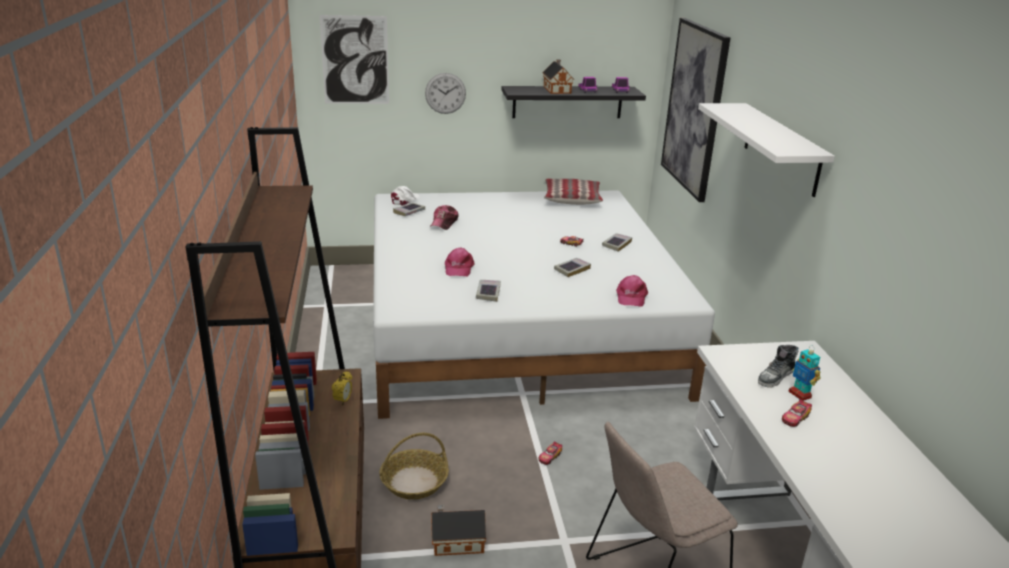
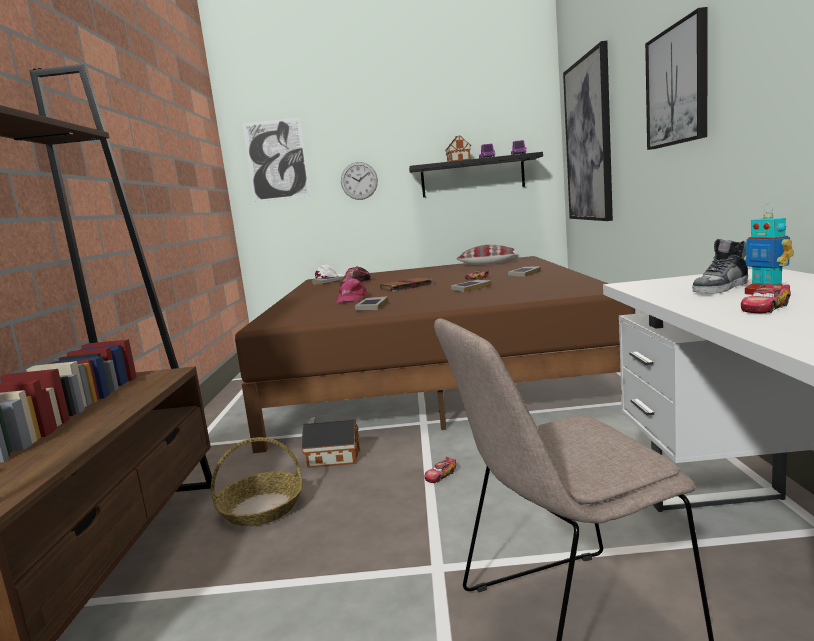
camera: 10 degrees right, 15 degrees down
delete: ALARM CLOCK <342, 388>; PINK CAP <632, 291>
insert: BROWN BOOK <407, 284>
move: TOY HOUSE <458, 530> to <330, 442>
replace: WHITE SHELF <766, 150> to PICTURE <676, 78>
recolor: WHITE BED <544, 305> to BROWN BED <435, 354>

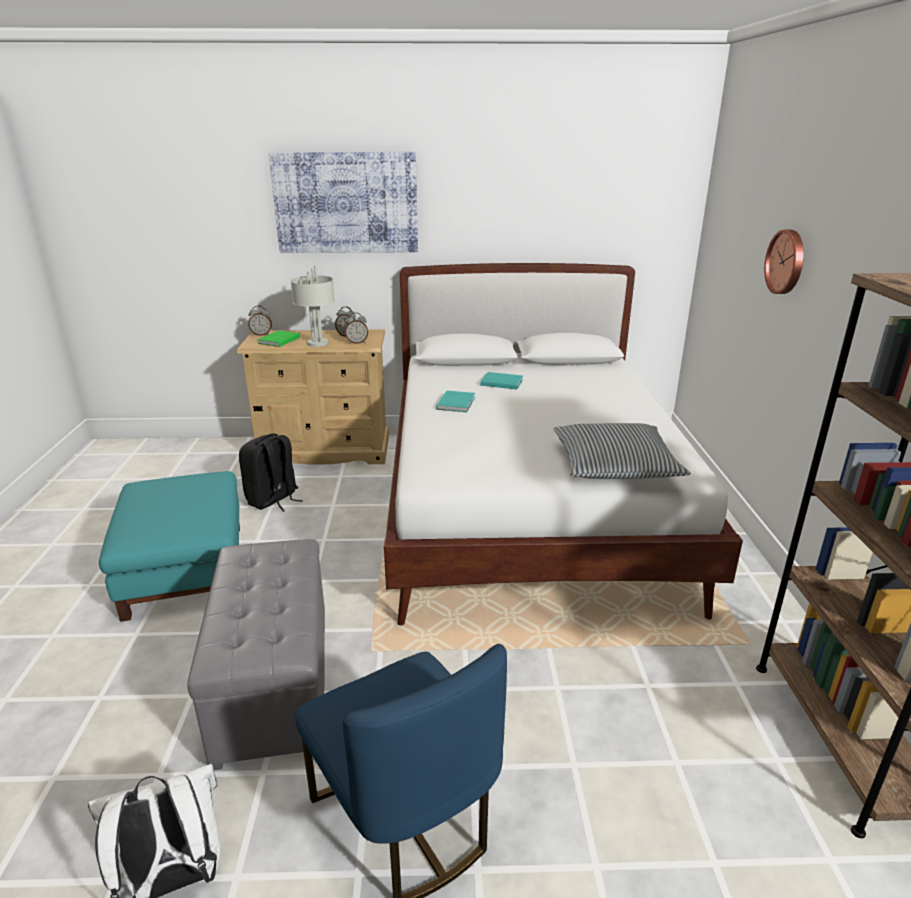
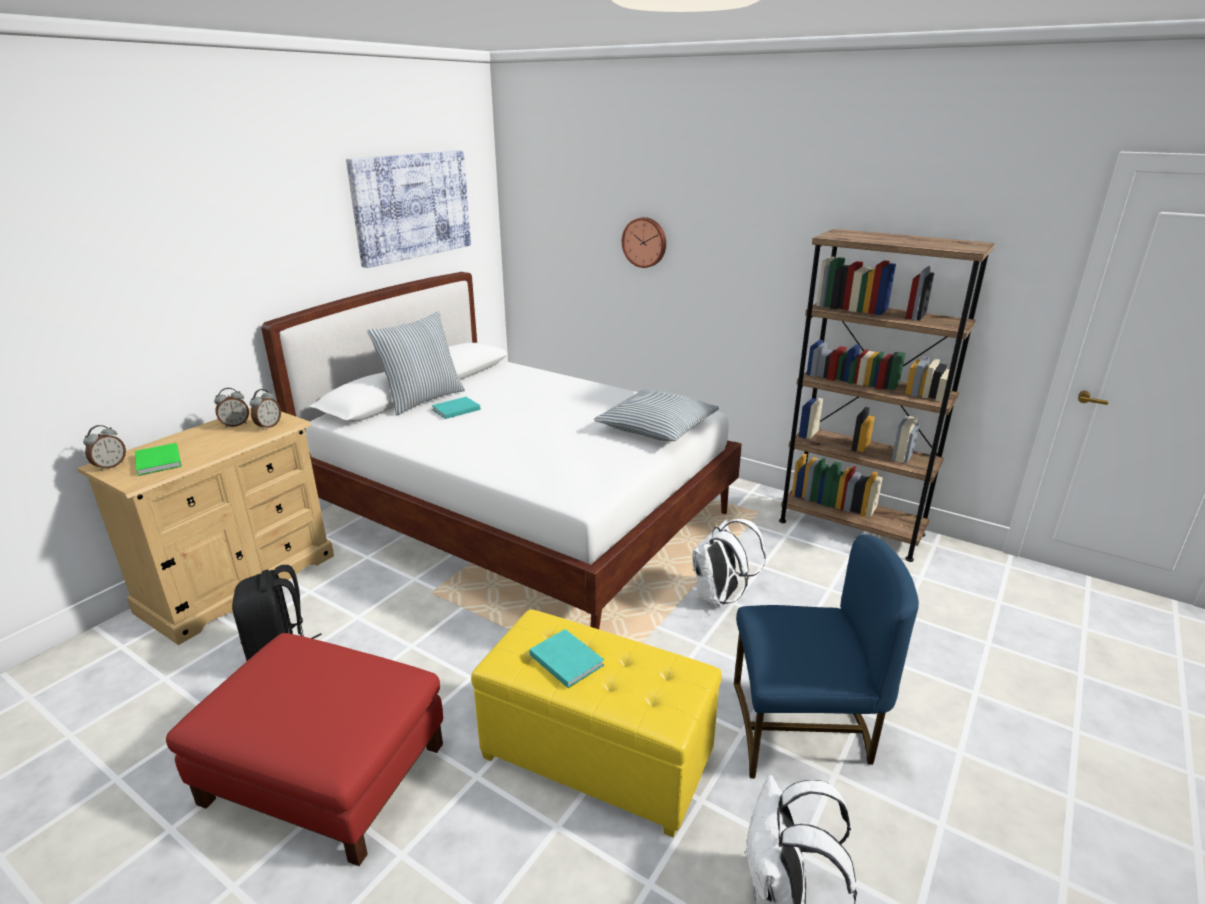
camera: 55 degrees left, 0 degrees up
delete: GREY TABLE LAMP <312, 306>
insert: PILLOW <416, 363>; WHITE BACKPACK <729, 562>
move: PICTURE <343, 202> to <408, 209>; TURQUOISE BOOK <456, 401> to <566, 658>
recolor: TURQUOISE OTTOMAN <169, 546> to RED OTTOMAN <304, 749>; GREY OTTOMAN <256, 654> to YELLOW OTTOMAN <596, 723>

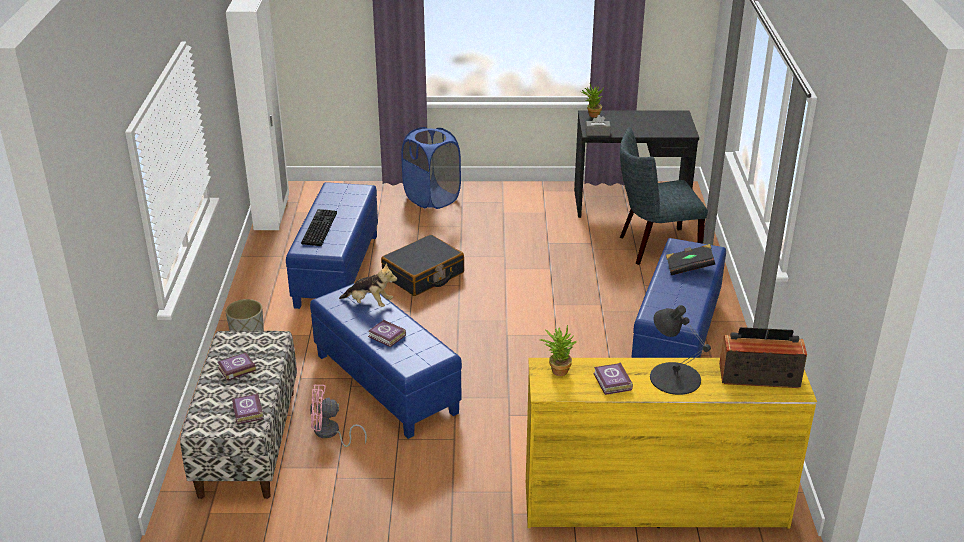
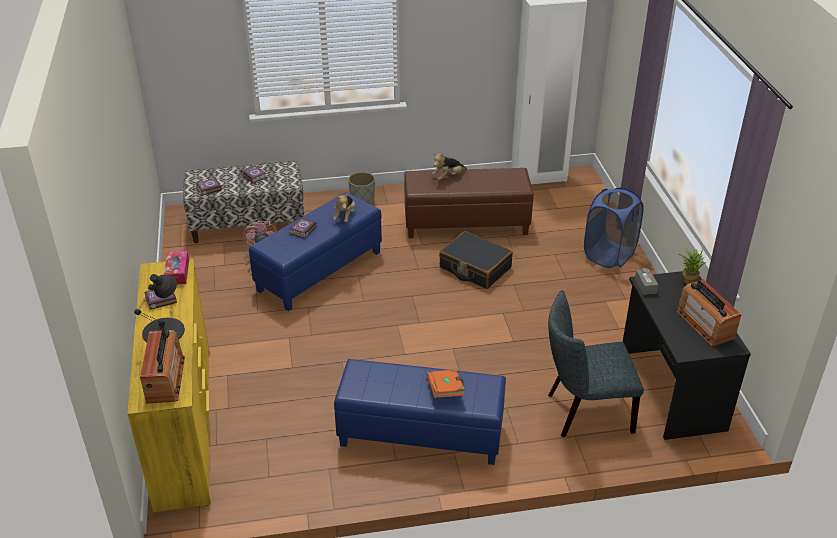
camera: 80 degrees right, 5 degrees up
insert: RADIO <709, 313>
replace: POTTED PLANT <558, 350> to TISSUE BOX <176, 267>; KEYBOARD <319, 227> to PLUSH TOY <449, 166>
recolor: BLUE OTTOMAN <332, 245> to BROWN OTTOMAN <469, 203>; BLACK BOOK <690, 259> to ORANGE BOOK <445, 383>
rotate: GREY CHAIR <664, 196> = <596, 364> 75 degrees counterclockwise

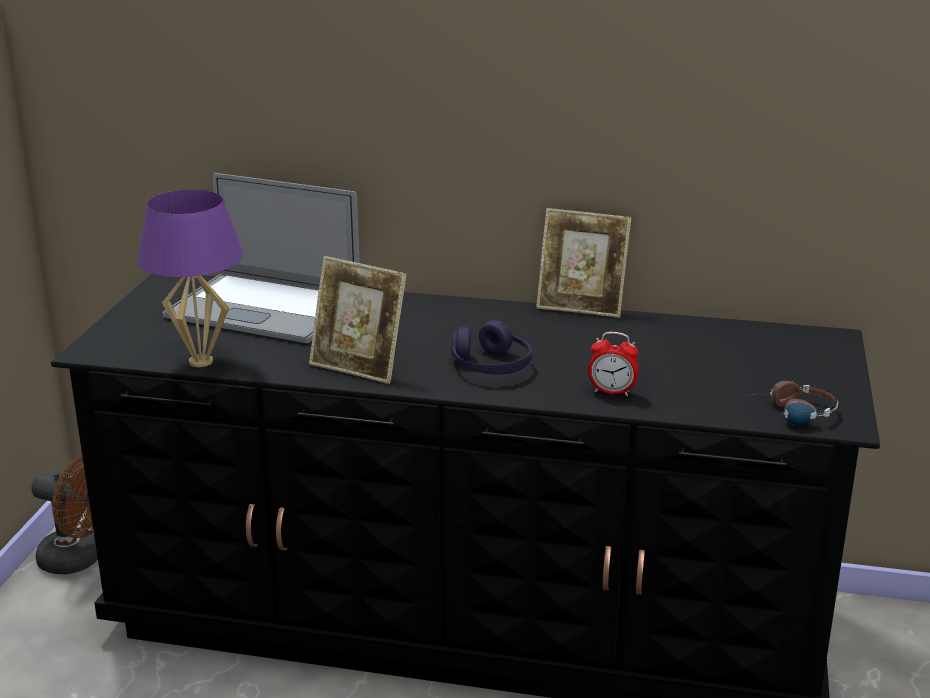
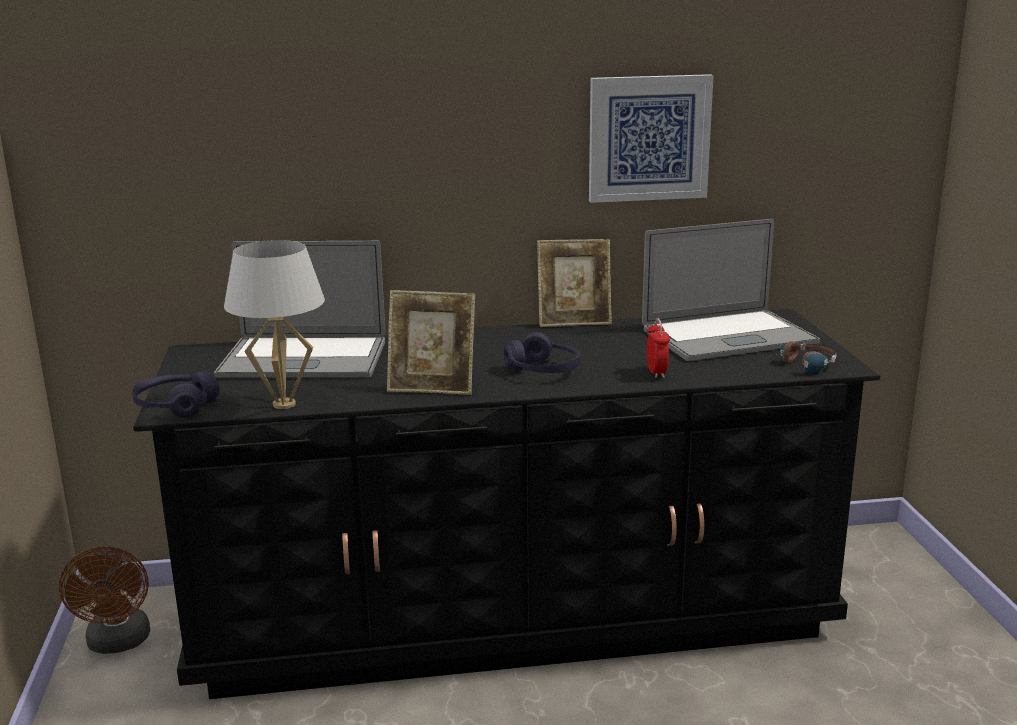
camera: 20 degrees left, 5 degrees down
insert: PURPLE HEADPHONES <175, 394>; PICTURE <651, 138>; LAPTOP <731, 290>
recolor: PURPLE TABLE LAMP <190, 278> to WHITE TABLE LAMP <274, 324>
rotate: BROWN FAN <64, 515> = <104, 600> 75 degrees clockwise; ALARM CLOCK <613, 364> = <658, 348> 90 degrees counterclockwise

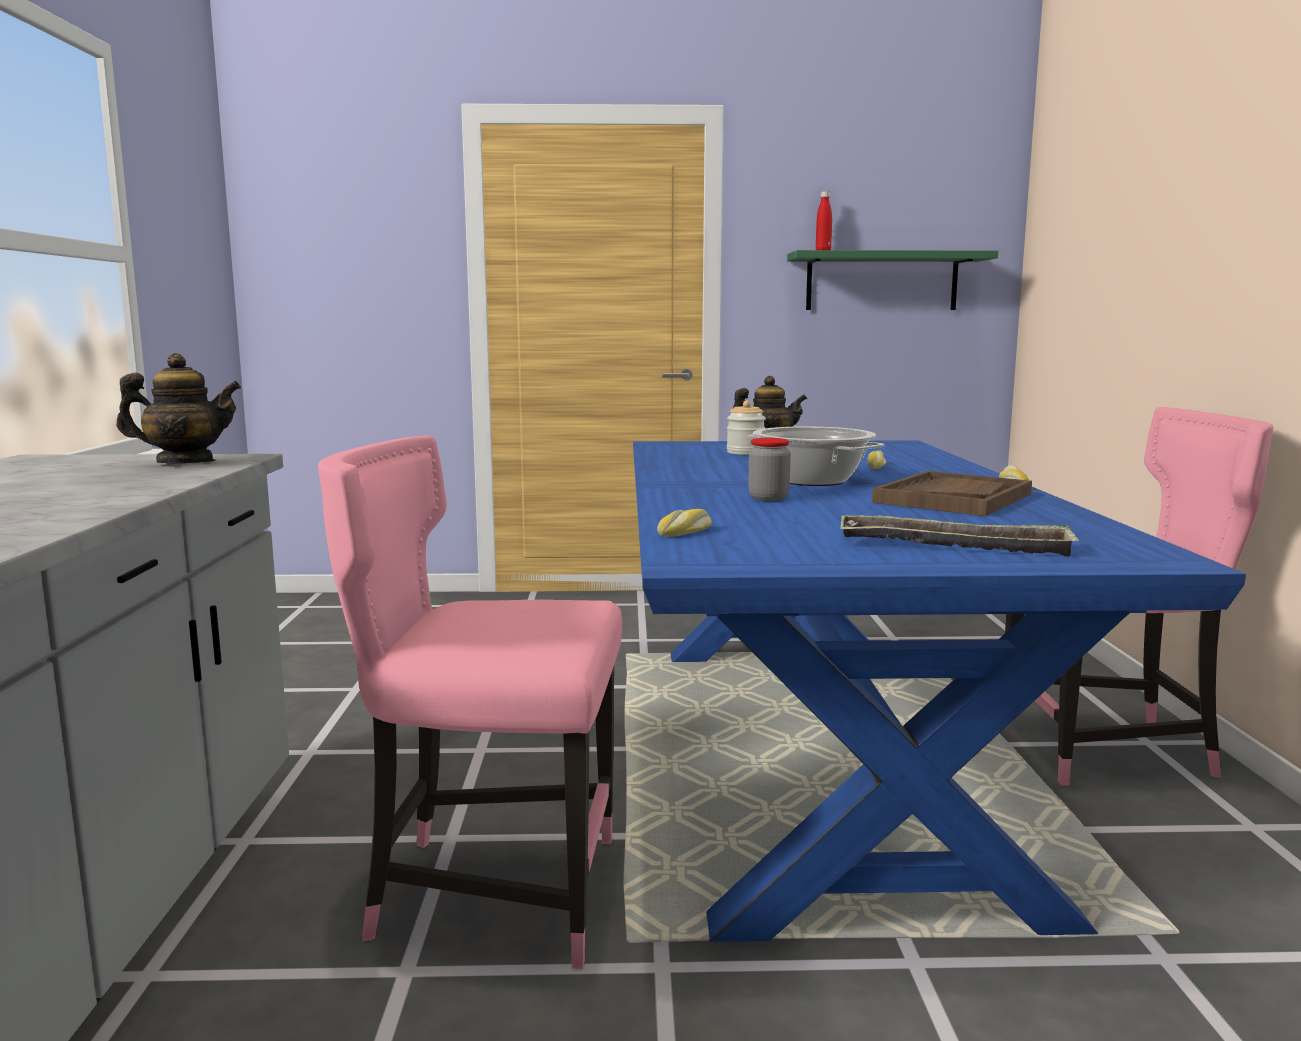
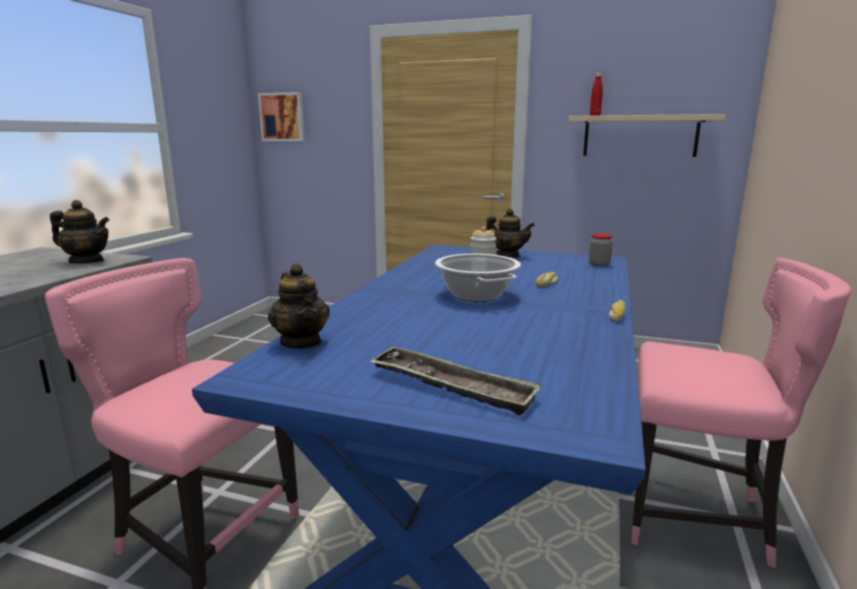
camera: 20 degrees right, 5 degrees up
delete: BROWN TRAY <952, 493>
insert: PICTURE <281, 116>
move: JAR <769, 469> to <601, 249>
replace: BREAD <684, 523> to TEAPOT <299, 306>
recolor: GREEN SHELF <892, 280> to BEIGE SHELF <647, 135>

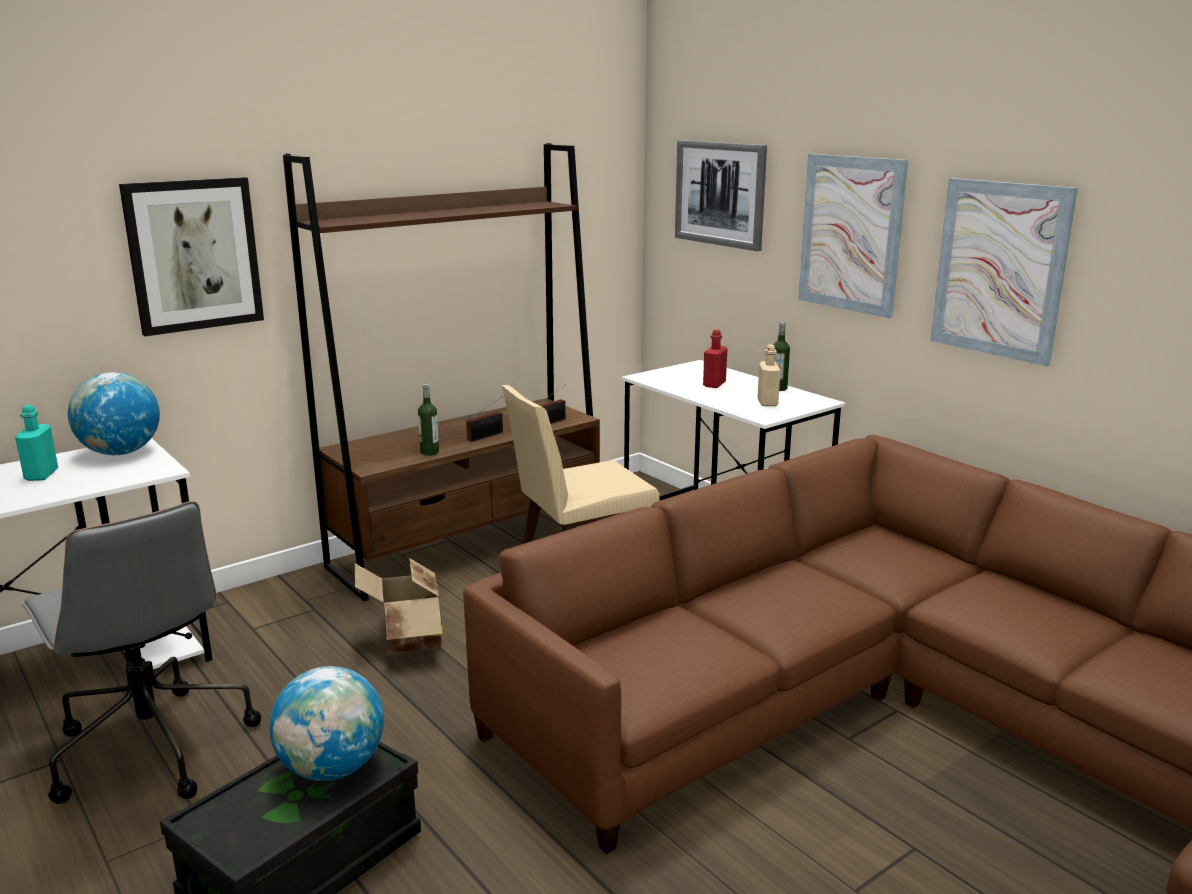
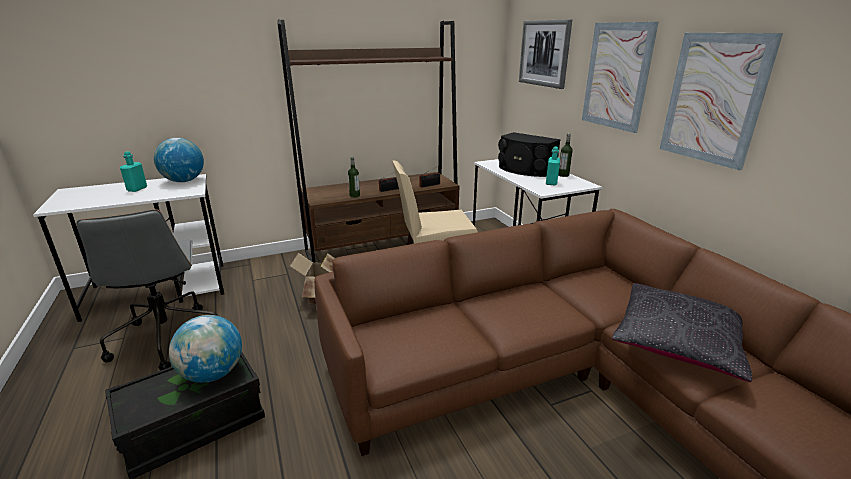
camera: 15 degrees right, 5 degrees up
delete: PICTURE <191, 256>
insert: BLACK PILLOW <682, 332>
replace: RED BOTTLE <715, 359> to BLACK SPEAKER <529, 154>
recolor: BEIGE BOTTLE <769, 375> to TURQUOISE BOTTLE <553, 166>

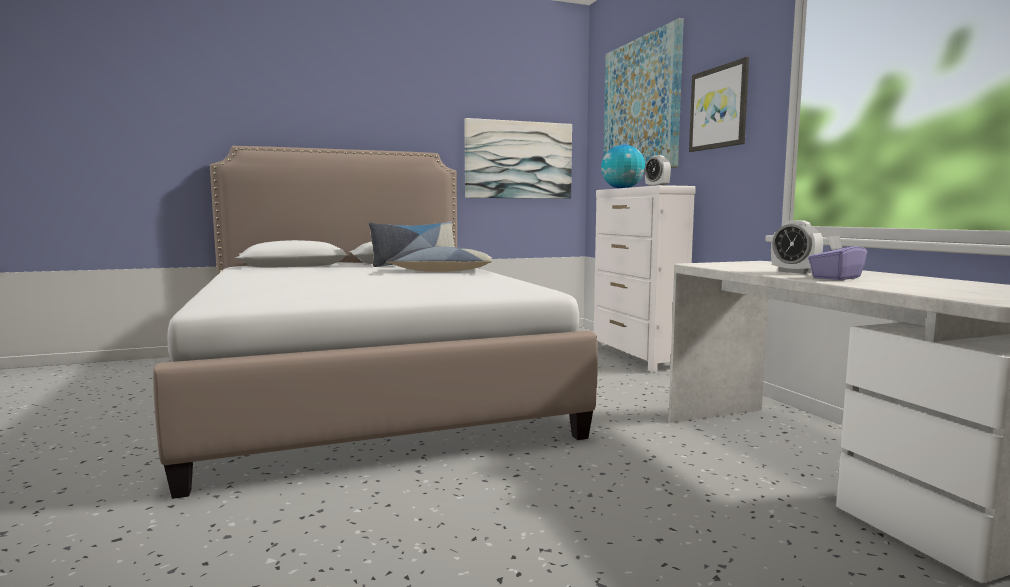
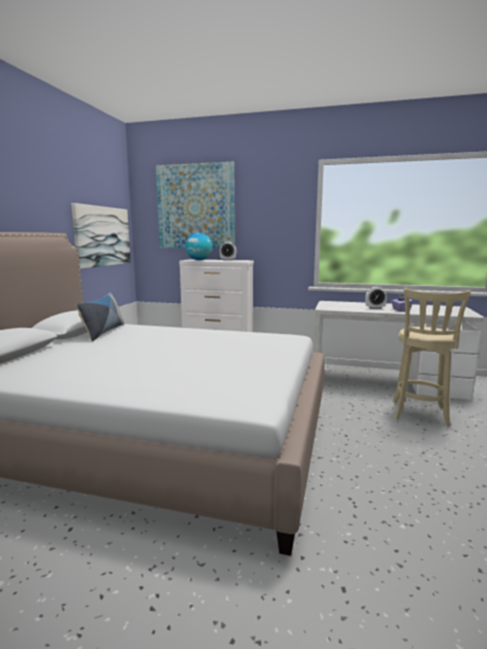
camera: 55 degrees left, 5 degrees up
delete: PILLOW <439, 259>; PICTURE <719, 104>
insert: BEIGE STOOL <431, 357>

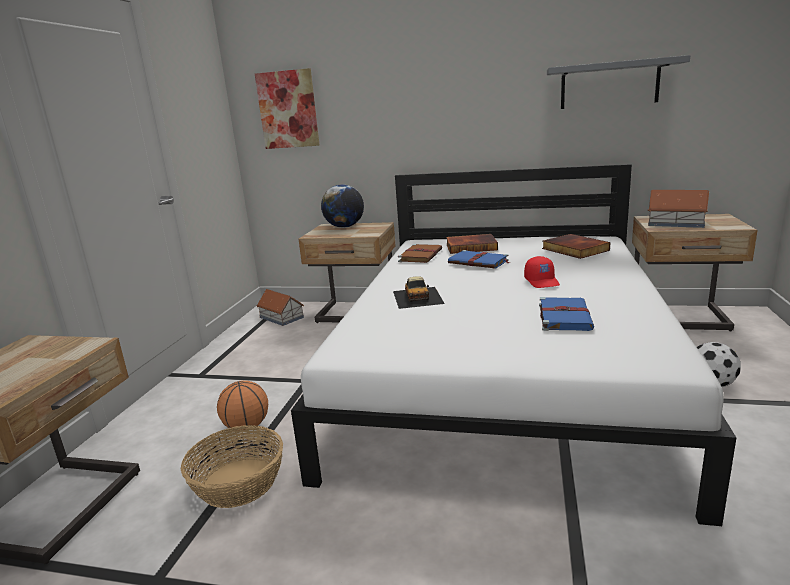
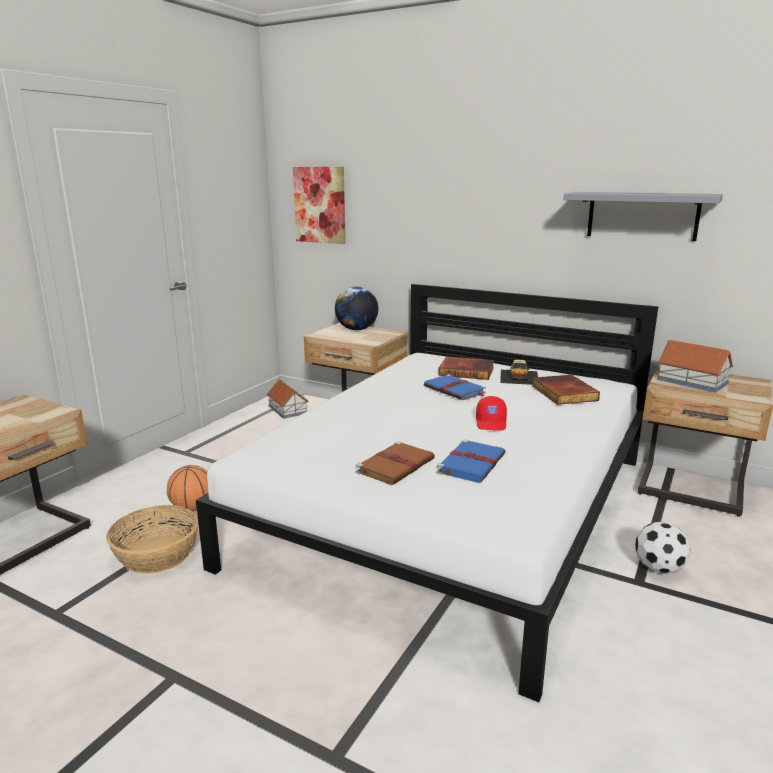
camera: 15 degrees right, 0 degrees up
move: BROWN BOOK <420, 253> to <395, 463>; TOY CAR <419, 292> to <519, 372>

